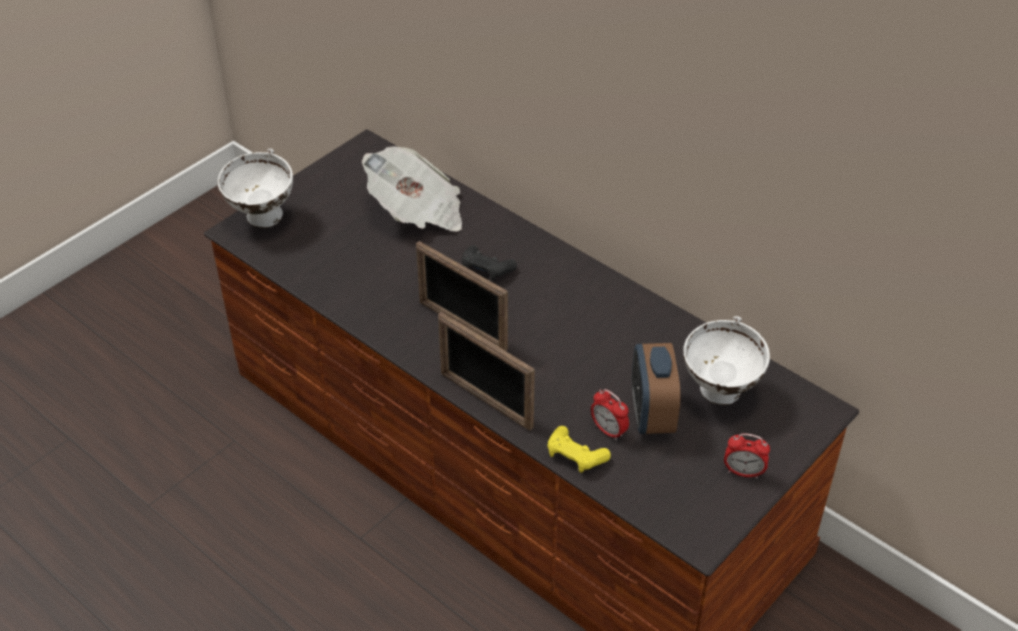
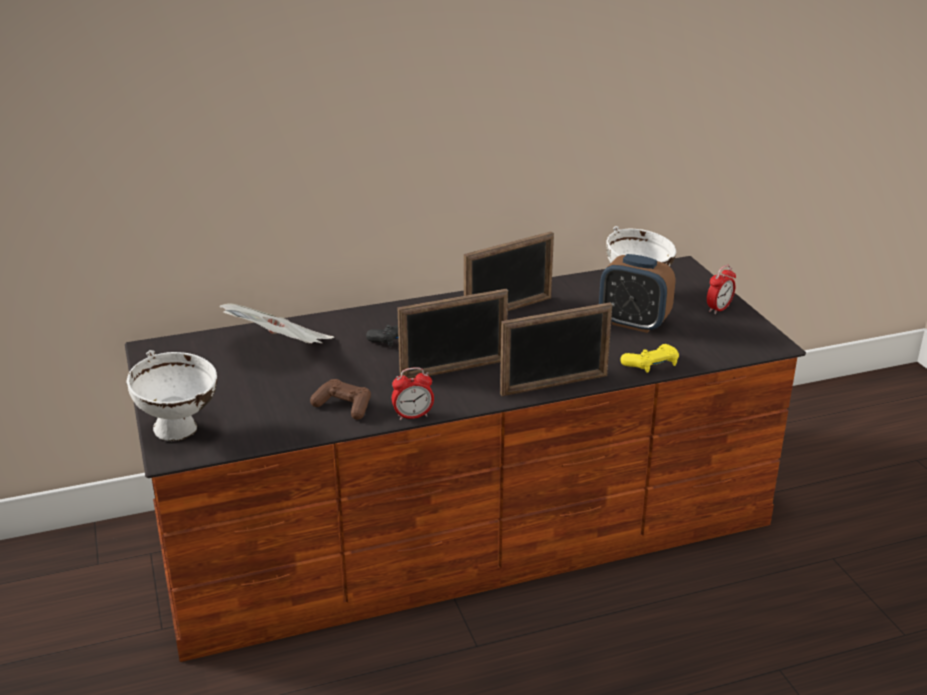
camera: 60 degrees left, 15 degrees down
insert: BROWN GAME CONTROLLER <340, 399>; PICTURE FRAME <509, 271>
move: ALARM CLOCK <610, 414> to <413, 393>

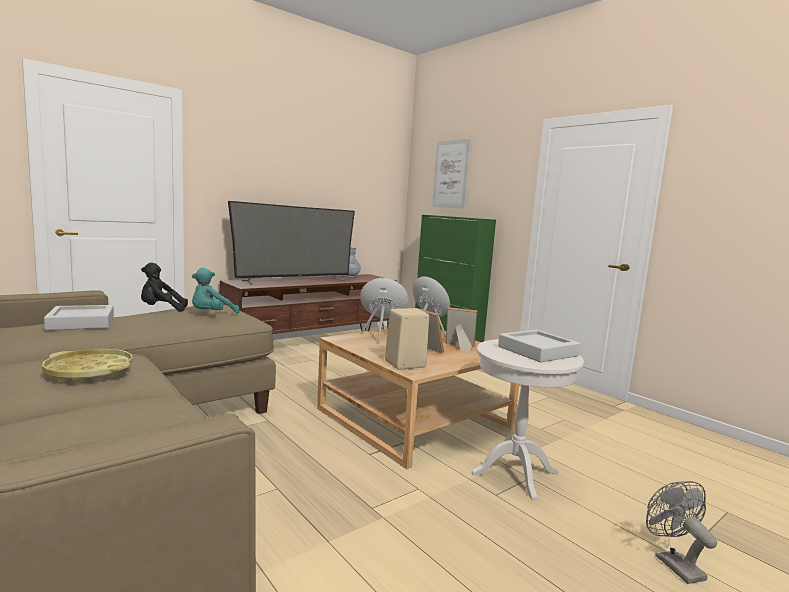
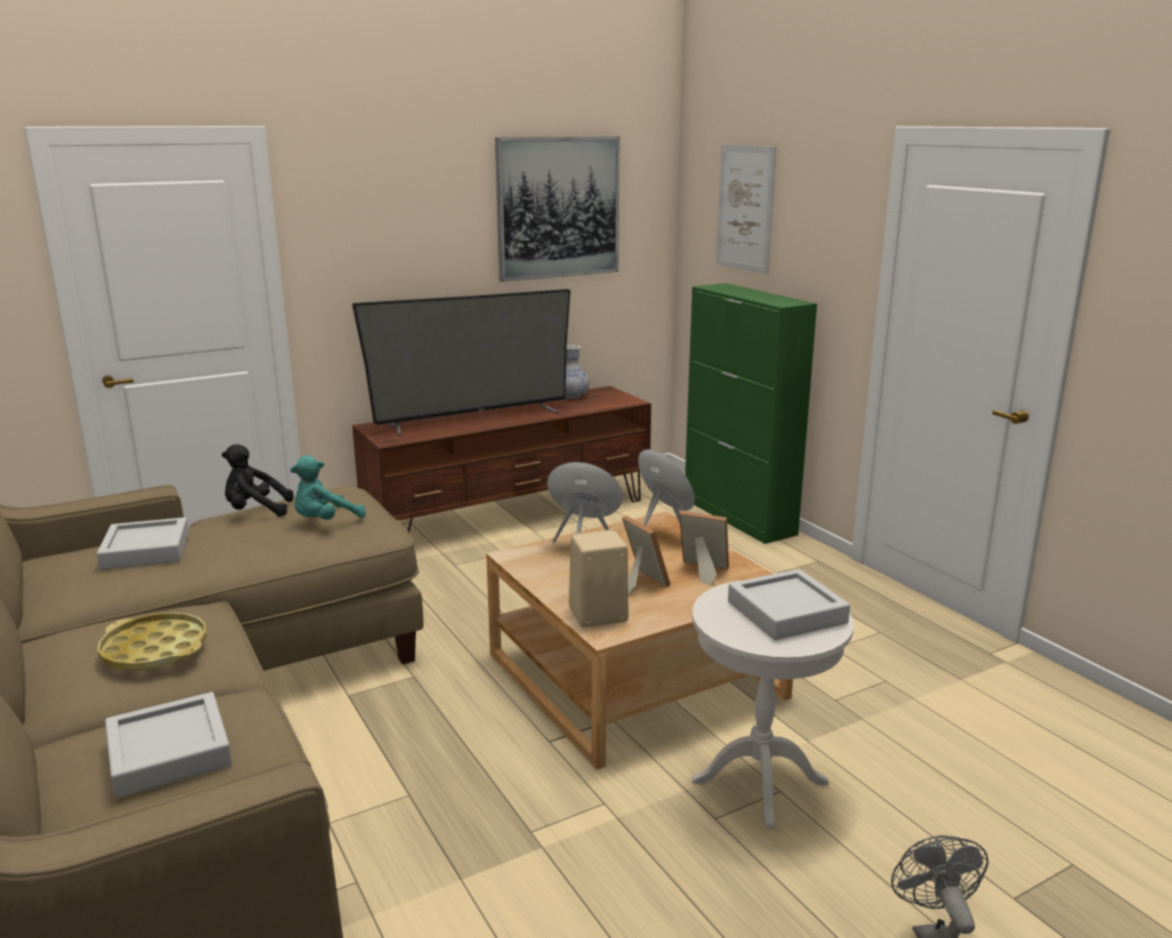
camera: 10 degrees right, 10 degrees up
insert: GREY TRAY <168, 745>; PICTURE <557, 209>

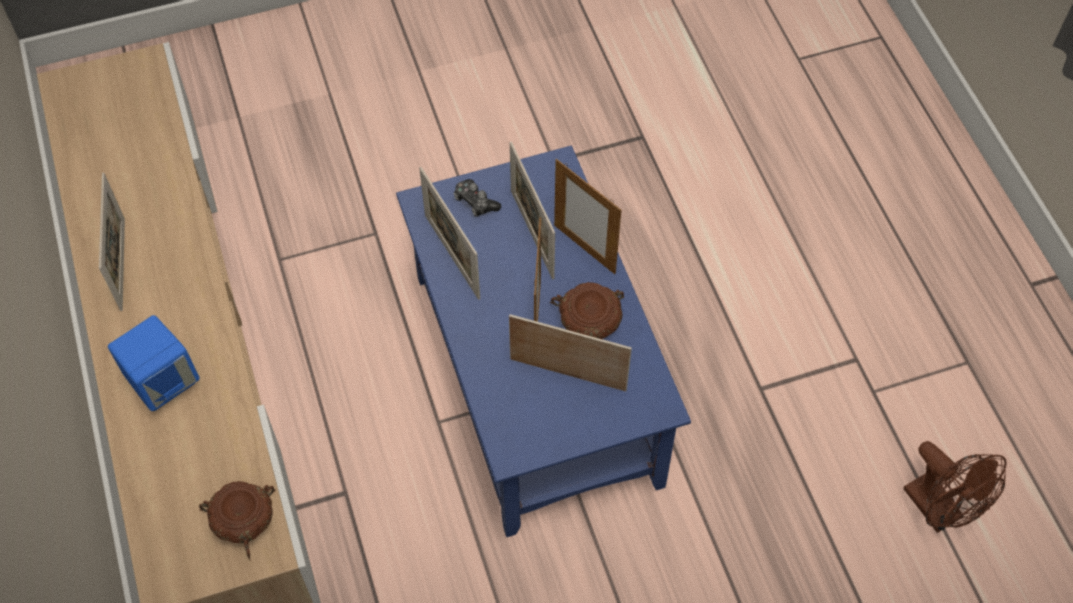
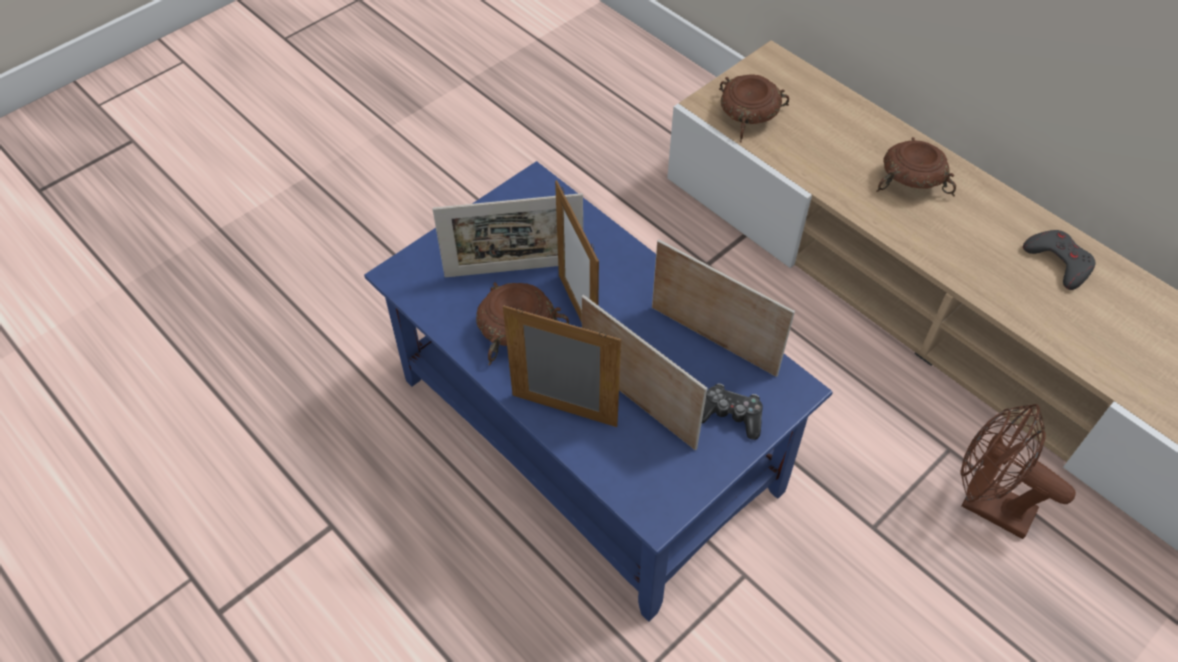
camera: 155 degrees right, 5 degrees down
move: BROWN FAN <955, 487> to <1018, 471>
replace: BLUE SPEAKER <154, 363> to BROWN BOWL <916, 166>; PICTURE FRAME <112, 242> to GREY GAME CONTROLLER <1059, 260>

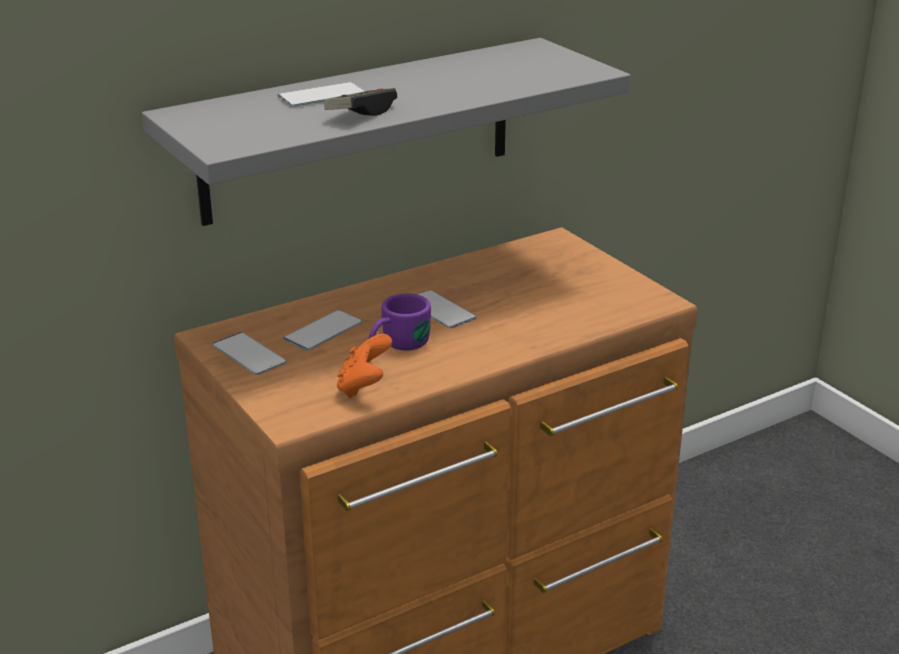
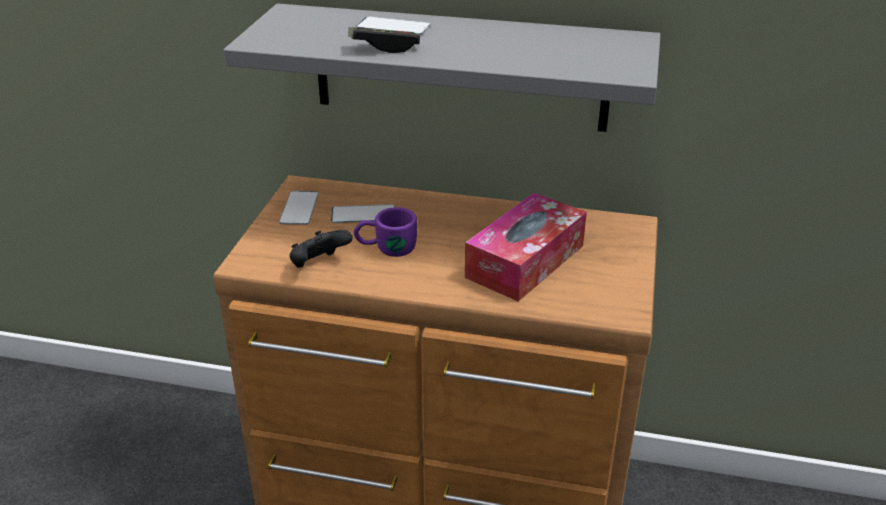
camera: 45 degrees right, 5 degrees up
delete: PHONE <447, 309>
insert: TISSUE BOX <526, 247>
recolor: ORANGE GAME CONTROLLER <364, 366> to BLACK GAME CONTROLLER <321, 249>

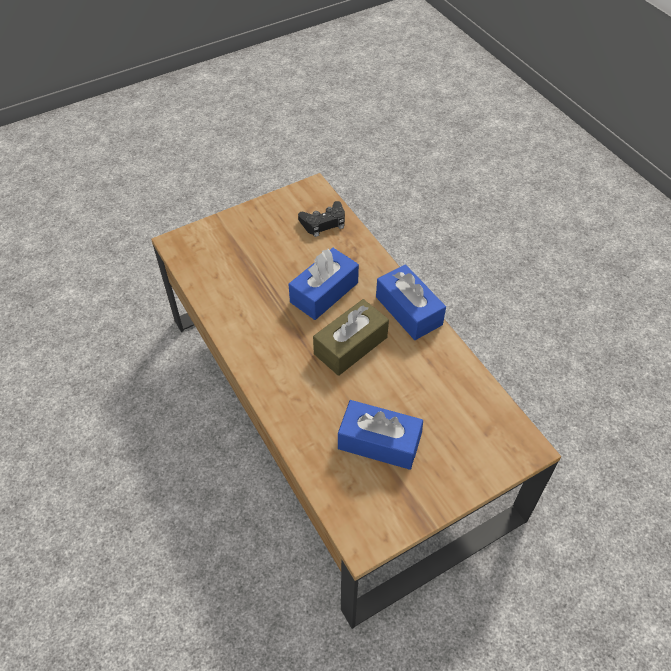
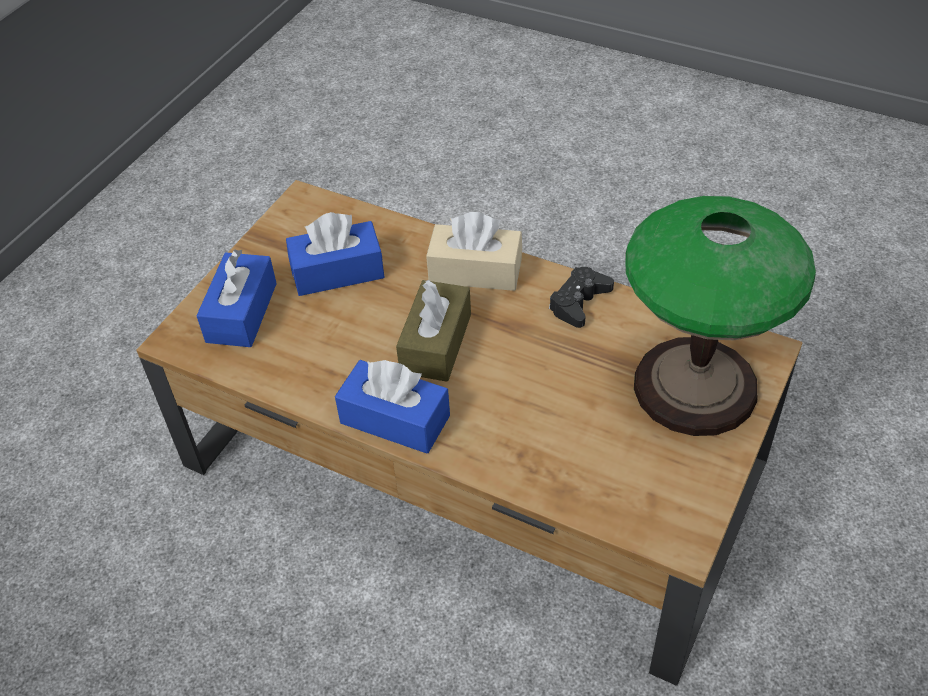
camera: 150 degrees right, 5 degrees down
insert: BEIGE TISSUE BOX <474, 251>; TABLE LAMP <720, 316>
move: BLUE TISSUE BOX <324, 284> to <236, 298>; BLACK GAME CONTROLLER <321, 219> to <581, 297>

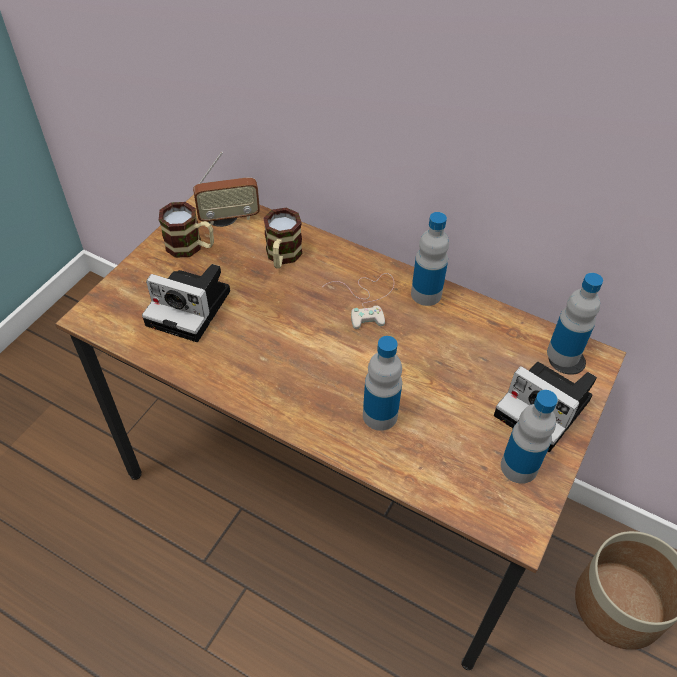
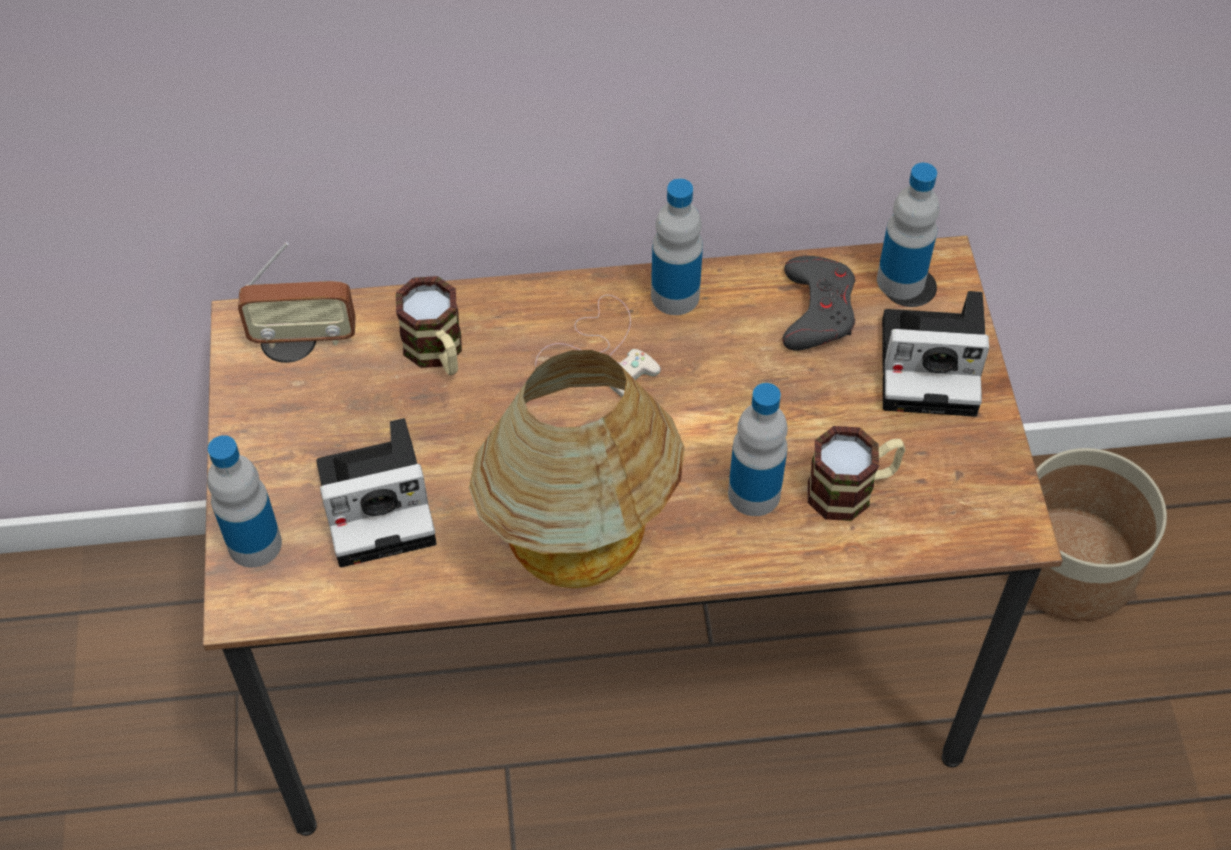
camera: 35 degrees left, 5 degrees up
insert: TABLE LAMP <577, 469>; GREY GAME CONTROLLER <818, 303>
move: BOTTLE <529, 437> to <244, 501>; MUG <186, 230> to <856, 473>
rotate: RADIO <226, 188> = <296, 295> 45 degrees clockwise

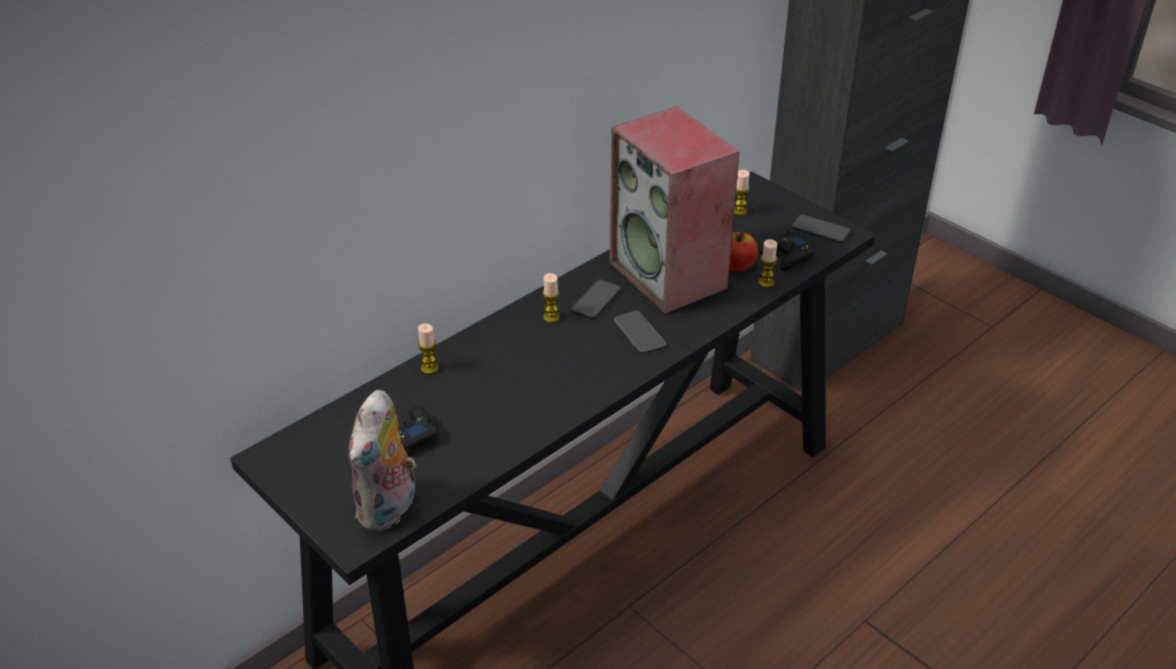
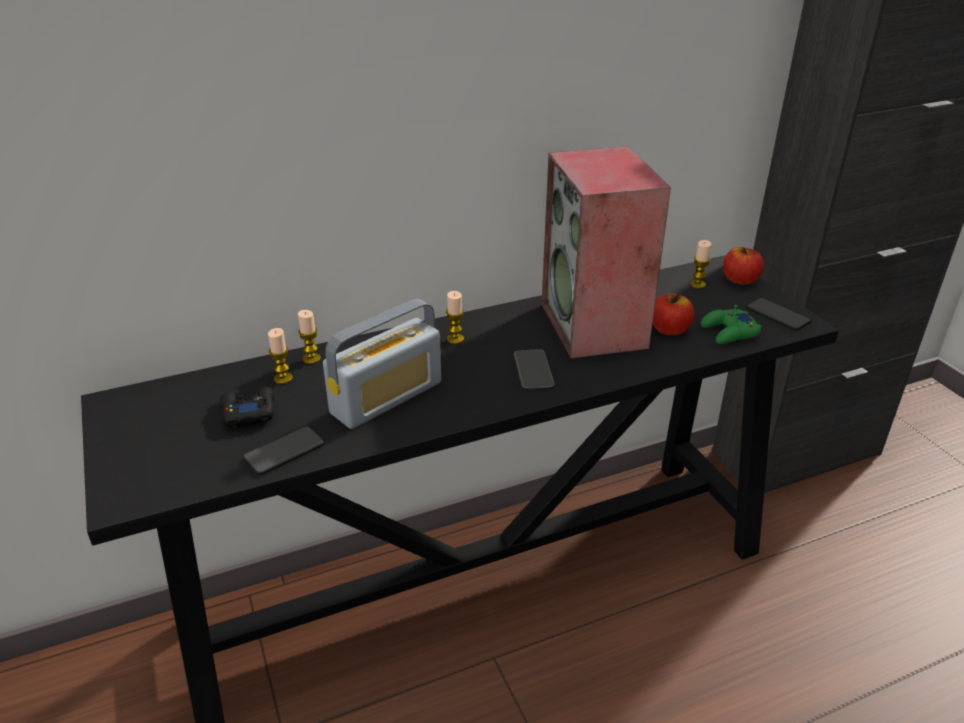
camera: 20 degrees right, 5 degrees down
delete: PLUSH TOY <382, 461>
insert: RADIO <382, 364>; APPLE <743, 266>
move: PHONE <596, 299> to <284, 450>; CANDLE <767, 263> to <280, 356>
recolor: BLACK GAME CONTROLLER <788, 250> to GREEN GAME CONTROLLER <731, 325>

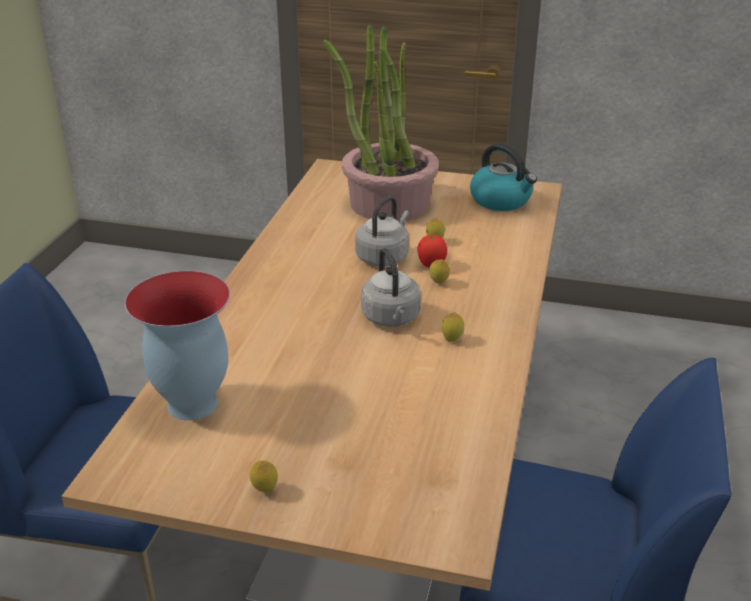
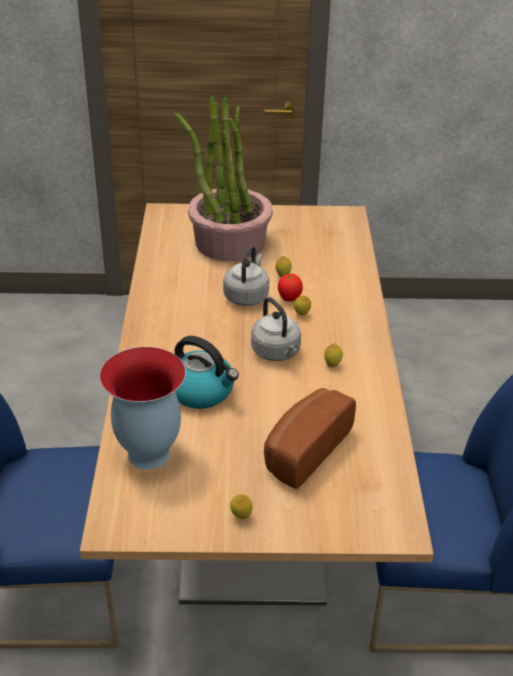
camera: 15 degrees left, 5 degrees up
insert: BREAD <310, 438>
move: KETTLE <503, 177> to <207, 372>

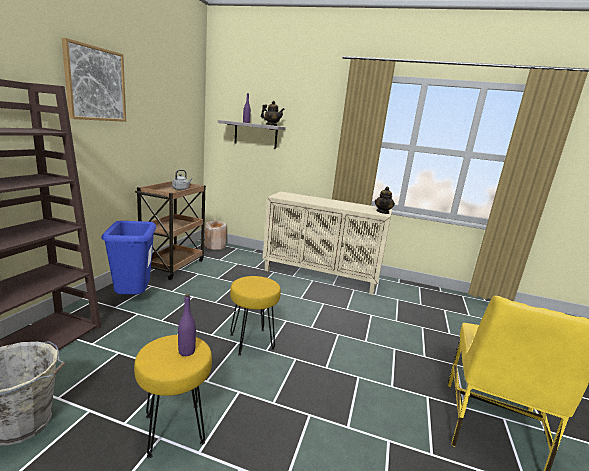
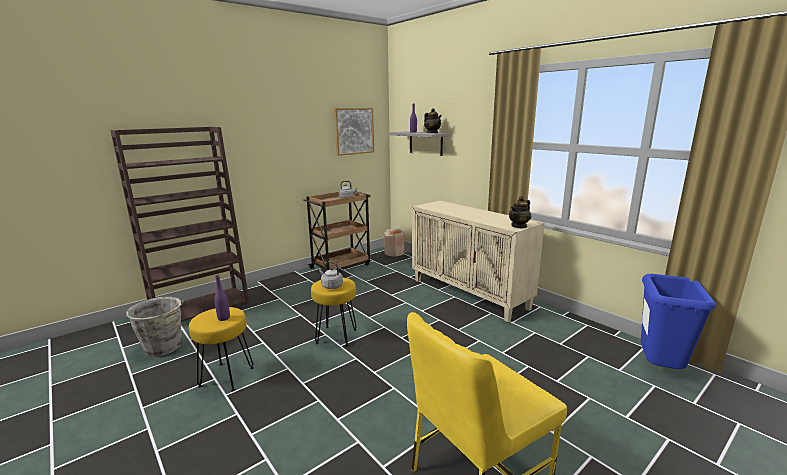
camera: 35 degrees right, 0 degrees up
insert: GREY KETTLE <331, 275>
move: PICTURE <94, 80> to <354, 132>; BLUE TRASH CAN <129, 260> to <678, 321>

